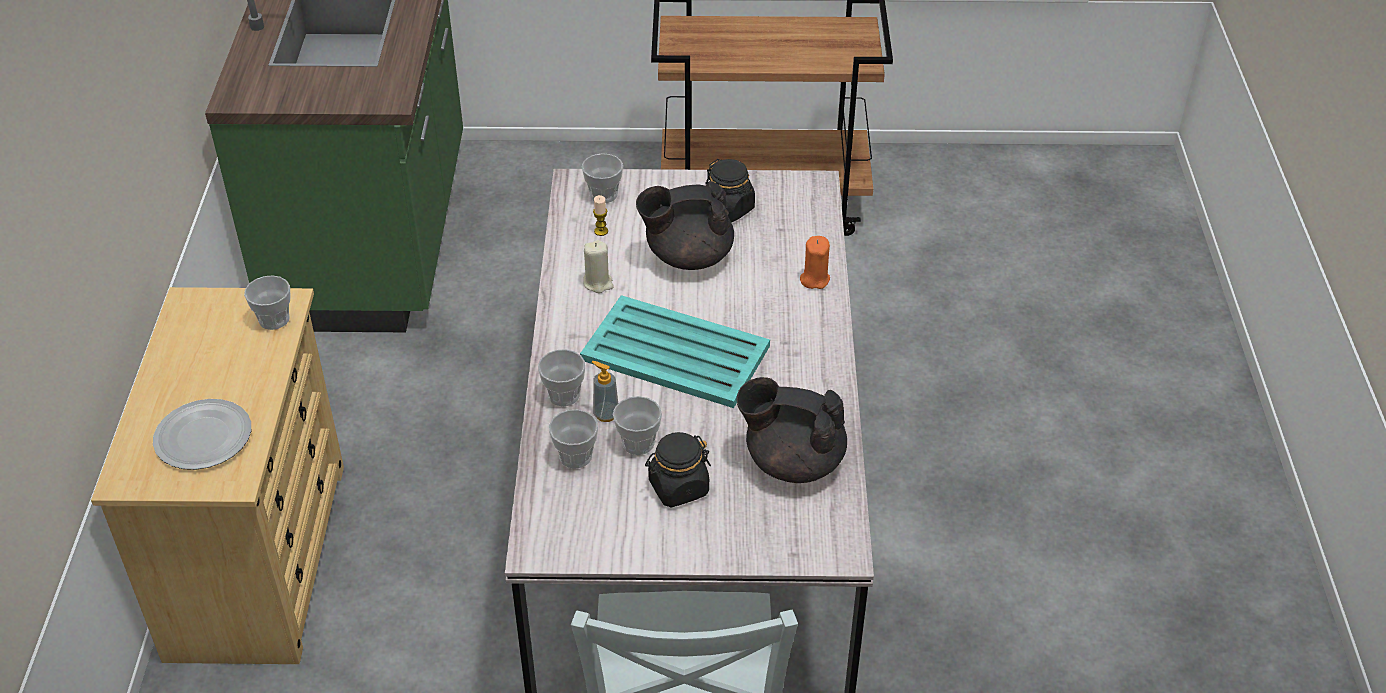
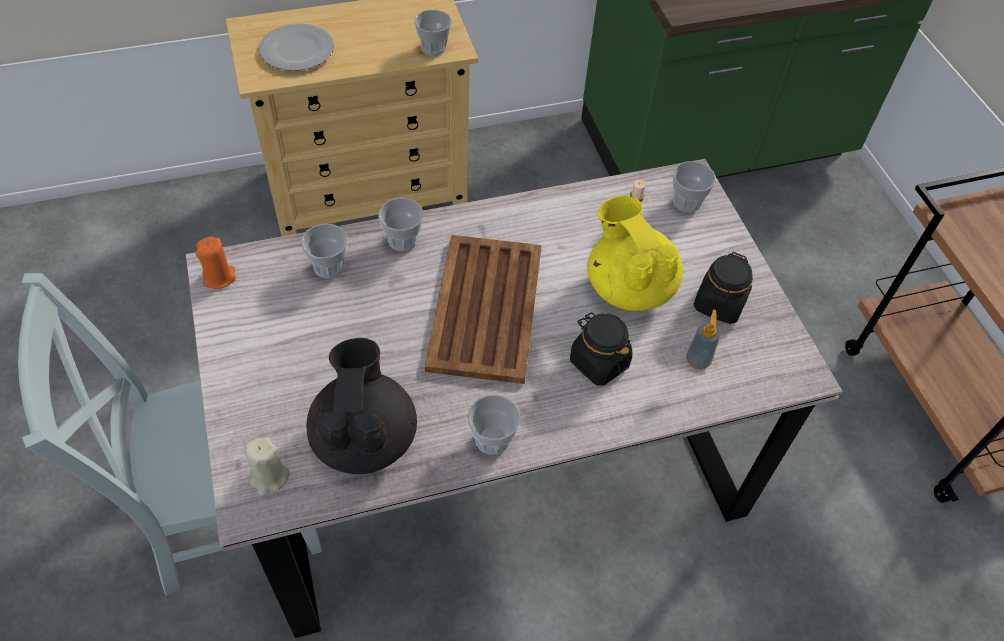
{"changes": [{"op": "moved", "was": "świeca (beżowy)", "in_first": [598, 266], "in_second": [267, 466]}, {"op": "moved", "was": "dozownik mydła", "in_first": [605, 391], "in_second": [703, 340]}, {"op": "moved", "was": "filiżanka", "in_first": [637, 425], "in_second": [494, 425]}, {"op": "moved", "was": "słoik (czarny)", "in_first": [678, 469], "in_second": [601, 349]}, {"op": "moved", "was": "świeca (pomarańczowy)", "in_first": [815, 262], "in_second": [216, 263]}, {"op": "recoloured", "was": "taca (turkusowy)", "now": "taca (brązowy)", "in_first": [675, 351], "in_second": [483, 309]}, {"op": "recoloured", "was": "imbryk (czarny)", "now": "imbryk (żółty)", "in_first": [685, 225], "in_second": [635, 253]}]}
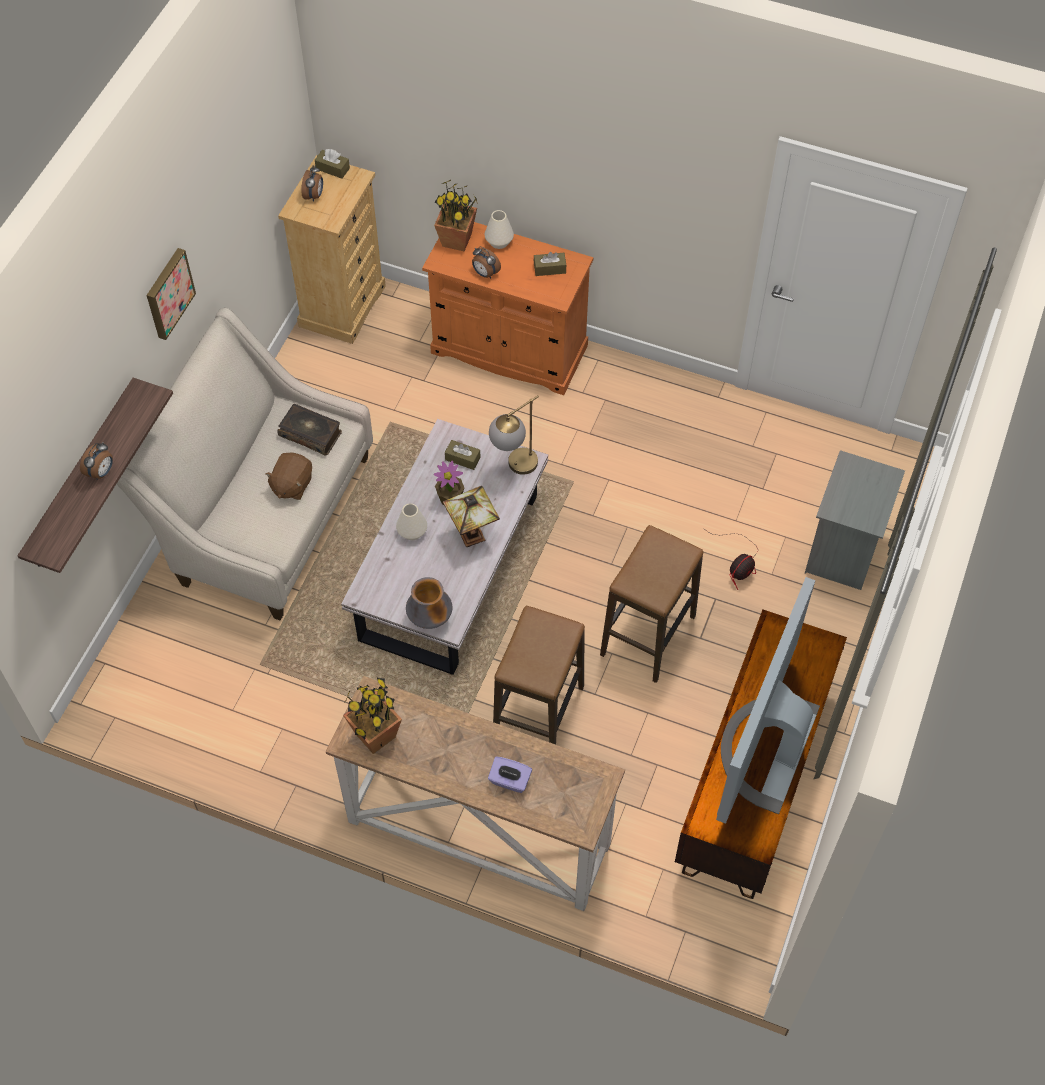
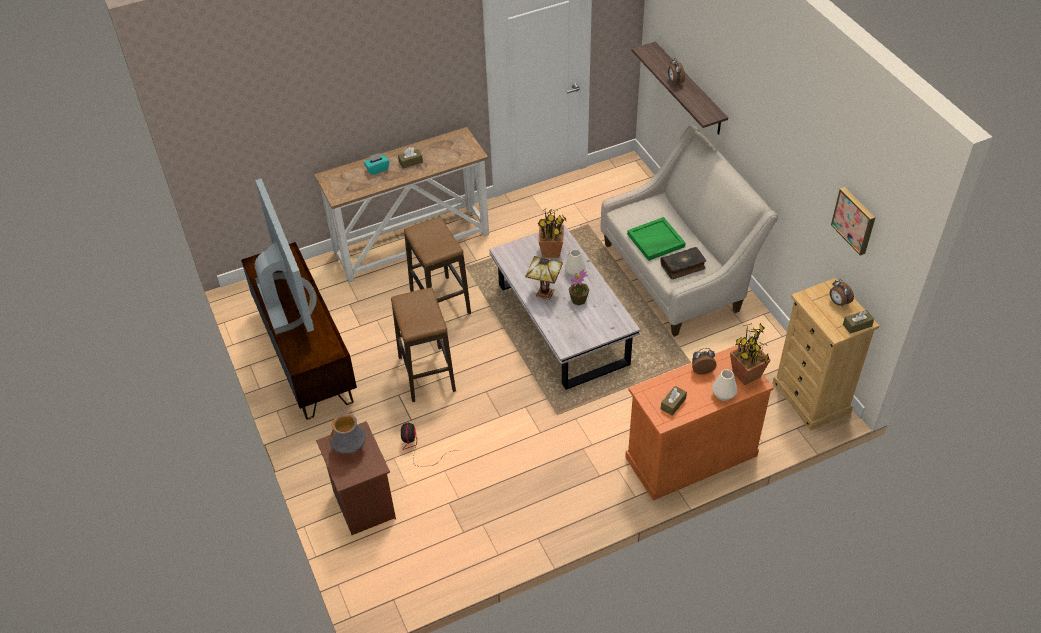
{"changes": [{"op": "removed", "was": "lampa stołowa", "in_first": [514, 435]}, {"op": "moved", "was": "obraz", "in_first": [171, 294], "in_second": [853, 221]}, {"op": "moved", "was": "roślina doniczkowa", "in_first": [372, 716], "in_second": [552, 232]}, {"op": "moved", "was": "wazon", "in_first": [429, 603], "in_second": [347, 433]}, {"op": "moved", "was": "pudełko chusteczek (brązowy)", "in_first": [463, 455], "in_second": [410, 158]}, {"op": "replaced", "was": "pluszak (brązowy)", "now": "taca (zielony)", "in_first": [288, 476], "in_second": [656, 239]}, {"op": "recoloured", "was": "pudełko chusteczek (fioletowy)", "now": "pudełko chusteczek (turkusowy)", "in_first": [510, 774], "in_second": [376, 164]}, {"op": "recoloured", "was": "szafka nocna (szary)", "now": "szafka nocna (brązowy)", "in_first": [855, 520], "in_second": [356, 478]}]}
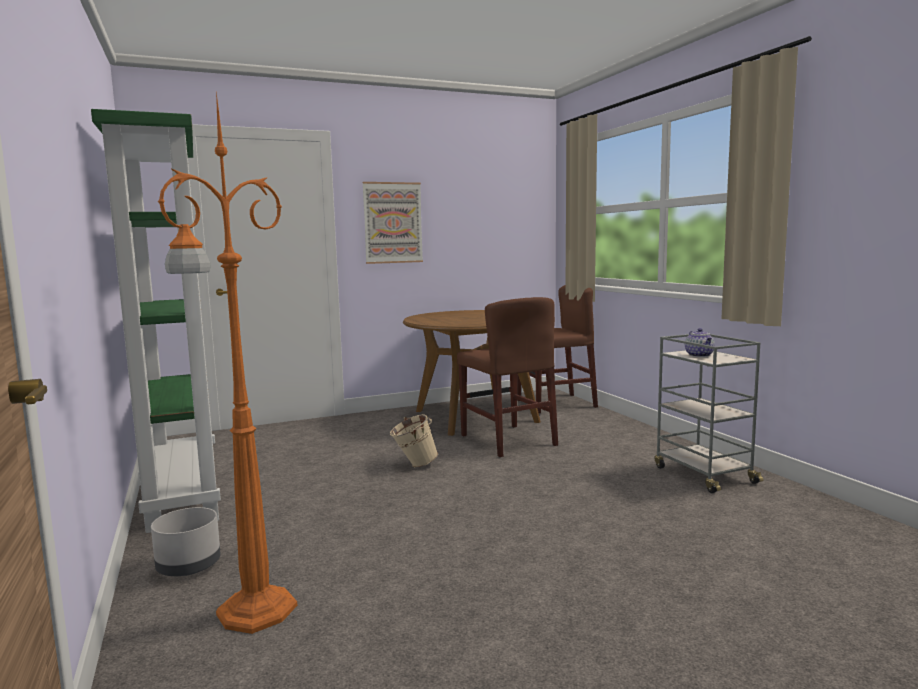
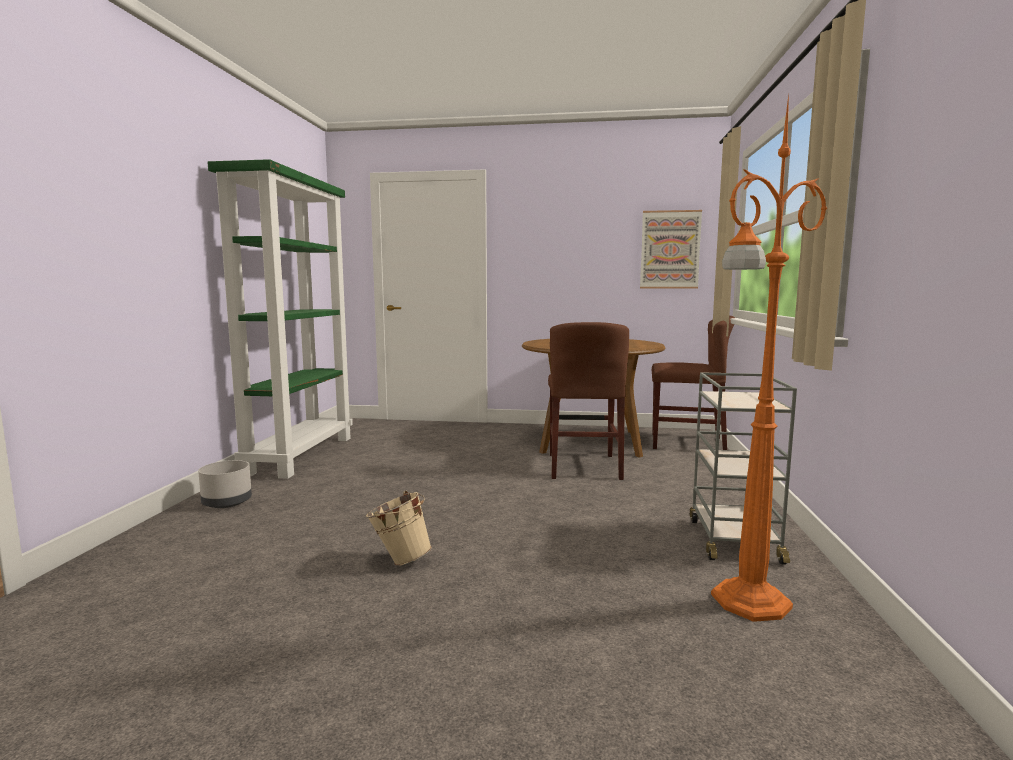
{"changes": [{"op": "removed", "was": "imbryk", "in_first": [700, 342]}, {"op": "moved", "was": "lampa stojąca (pomarańczowy)", "in_first": [228, 363], "in_second": [769, 358]}, {"op": "moved", "was": "obraz", "in_first": [392, 223], "in_second": [671, 249]}, {"op": "moved", "was": "wiadro (beżowy)", "in_first": [414, 441], "in_second": [399, 528]}]}
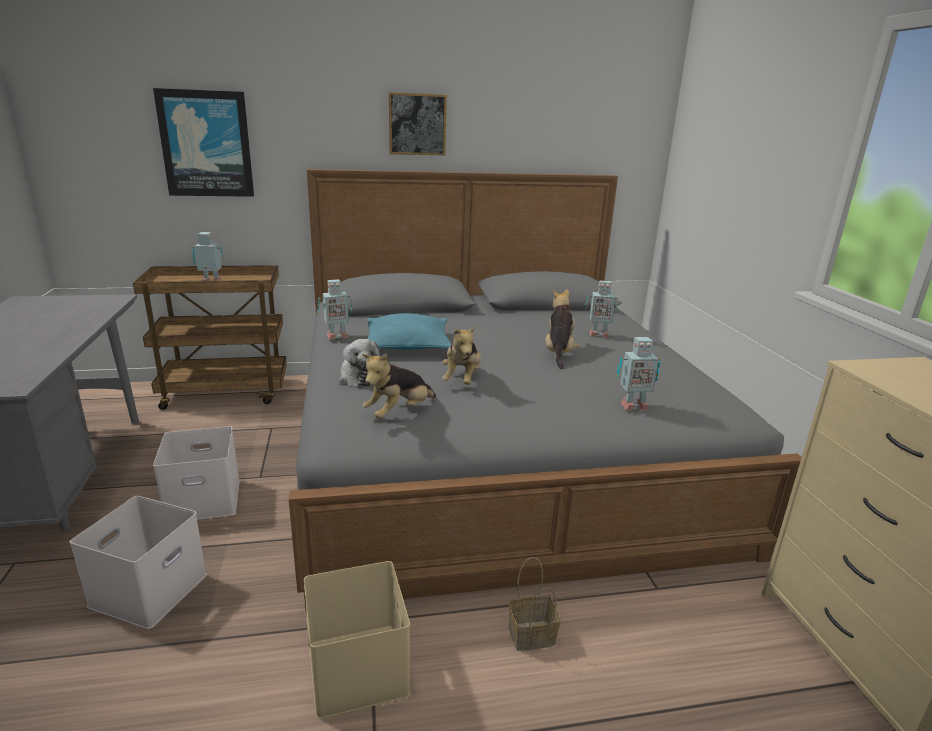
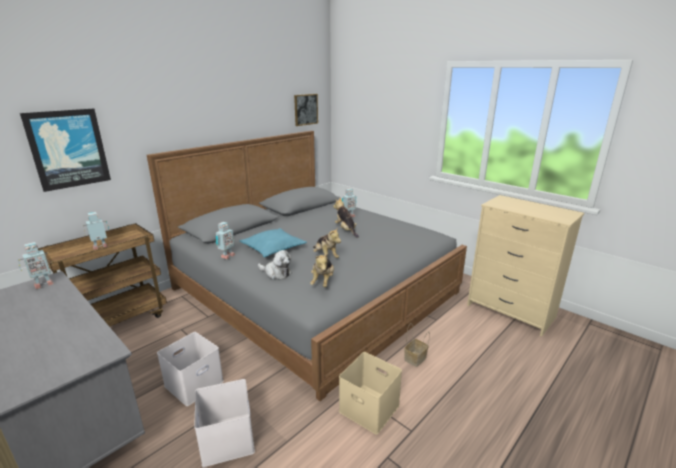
{"changes": [{"op": "moved", "was": "obraz", "in_first": [418, 124], "in_second": [306, 110]}, {"op": "moved", "was": "robot zabawkowy", "in_first": [639, 374], "in_second": [36, 265]}]}
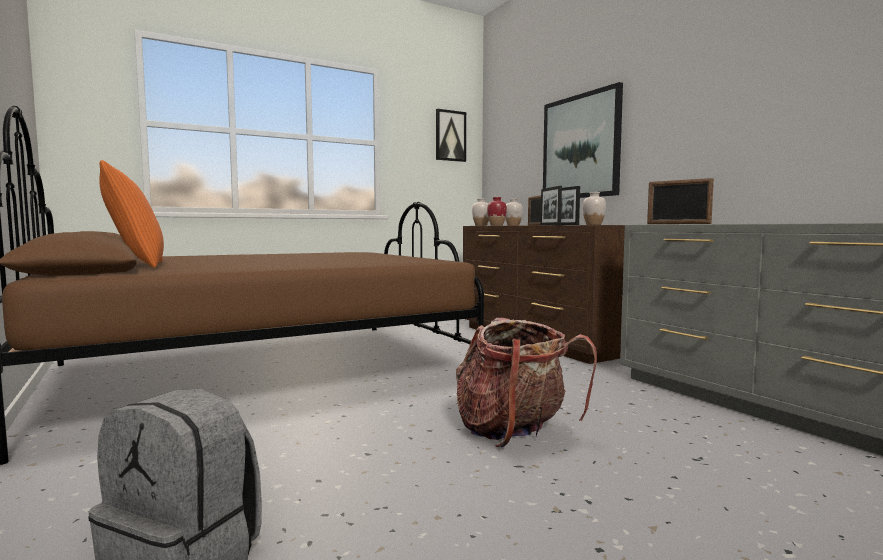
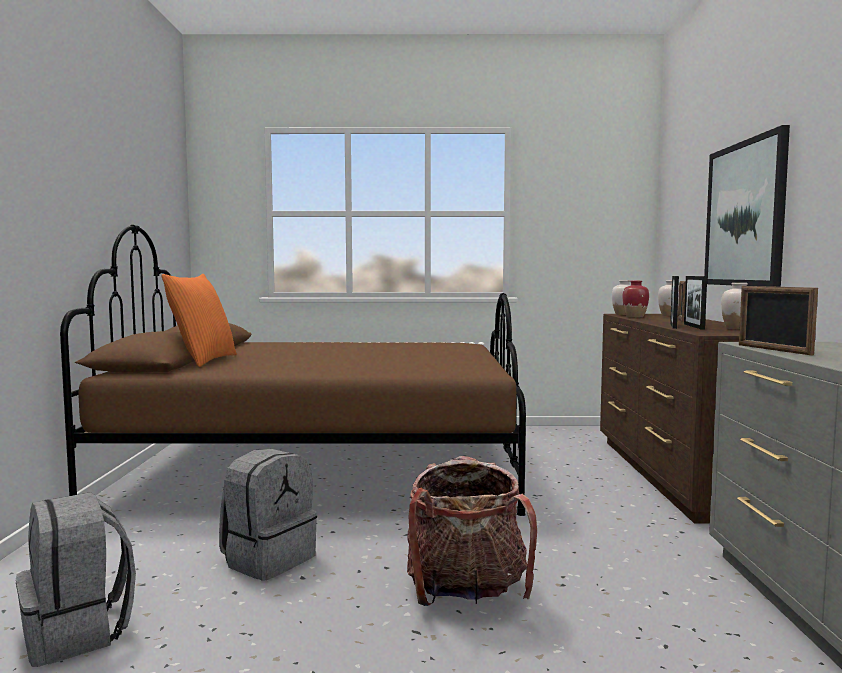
{"changes": [{"op": "removed", "was": "obraz", "in_first": [451, 135]}, {"op": "added", "now": "plecak (szary)", "in_second": [268, 514]}]}
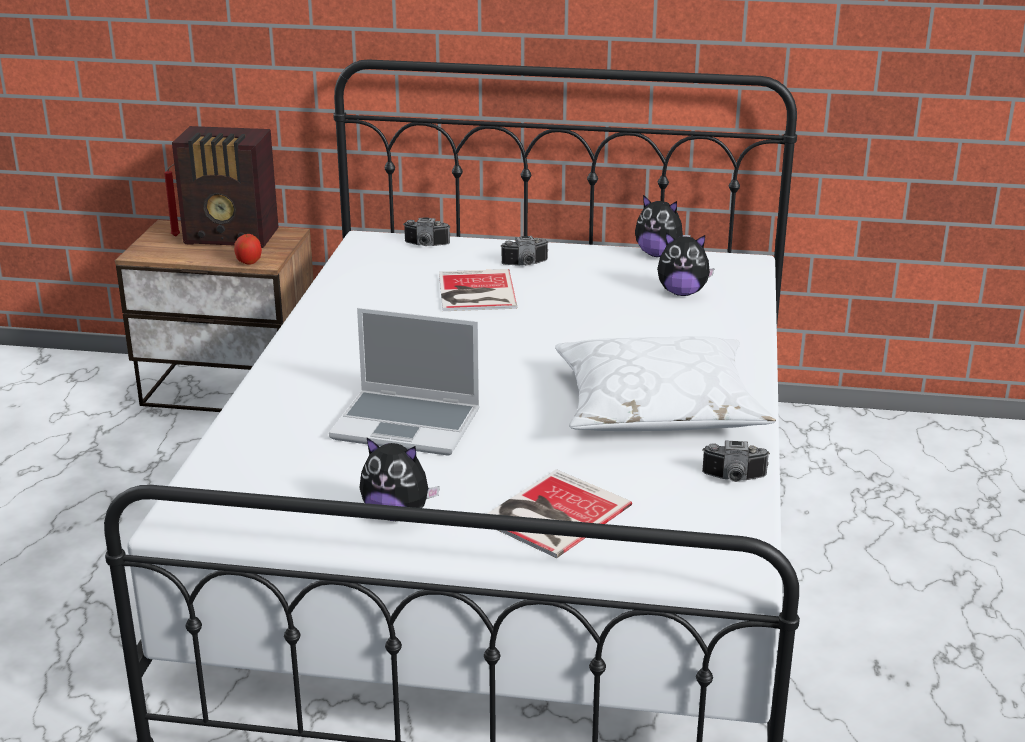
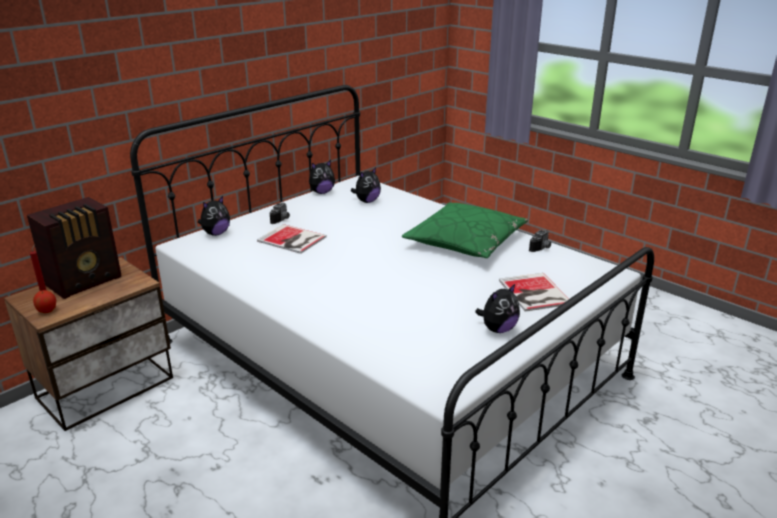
{"changes": [{"op": "removed", "was": "laptop", "in_first": [404, 382]}, {"op": "moved", "was": "jabłko", "in_first": [248, 249], "in_second": [44, 301]}, {"op": "replaced", "was": "aparat fotograficzny", "now": "pluszak", "in_first": [427, 232], "in_second": [214, 216]}, {"op": "recoloured", "was": "poduszka (biały)", "now": "poduszka (zielony)", "in_first": [665, 383], "in_second": [465, 230]}]}
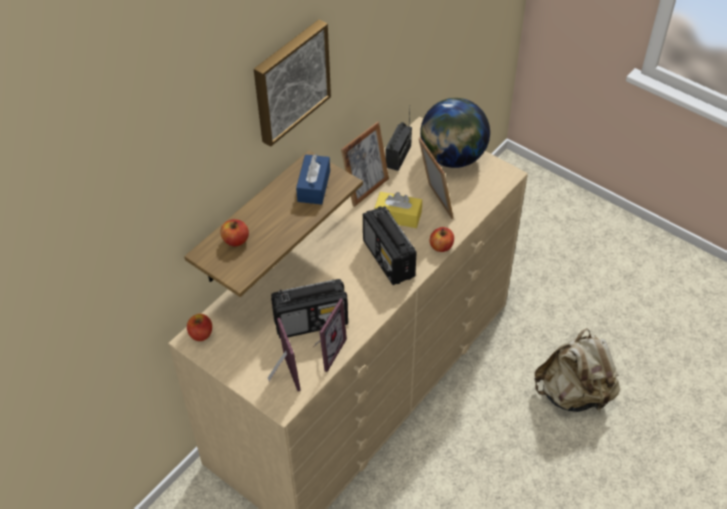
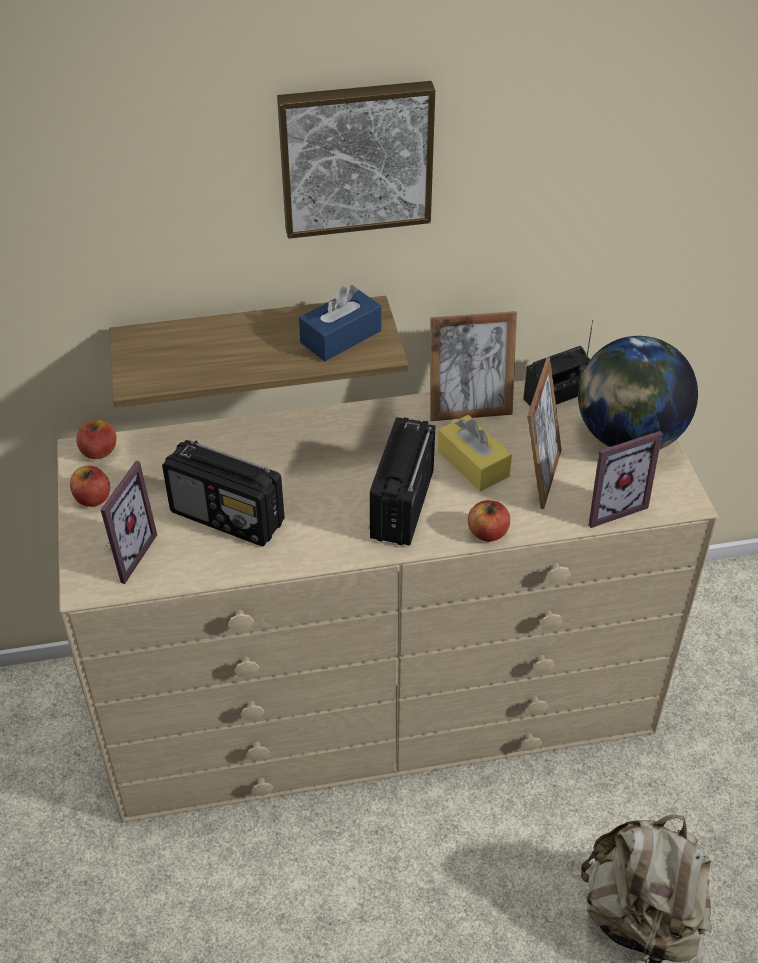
{"changes": [{"op": "moved", "was": "jabłko", "in_first": [235, 233], "in_second": [90, 486]}, {"op": "moved", "was": "ramka na zdjęcie", "in_first": [330, 335], "in_second": [626, 479]}]}
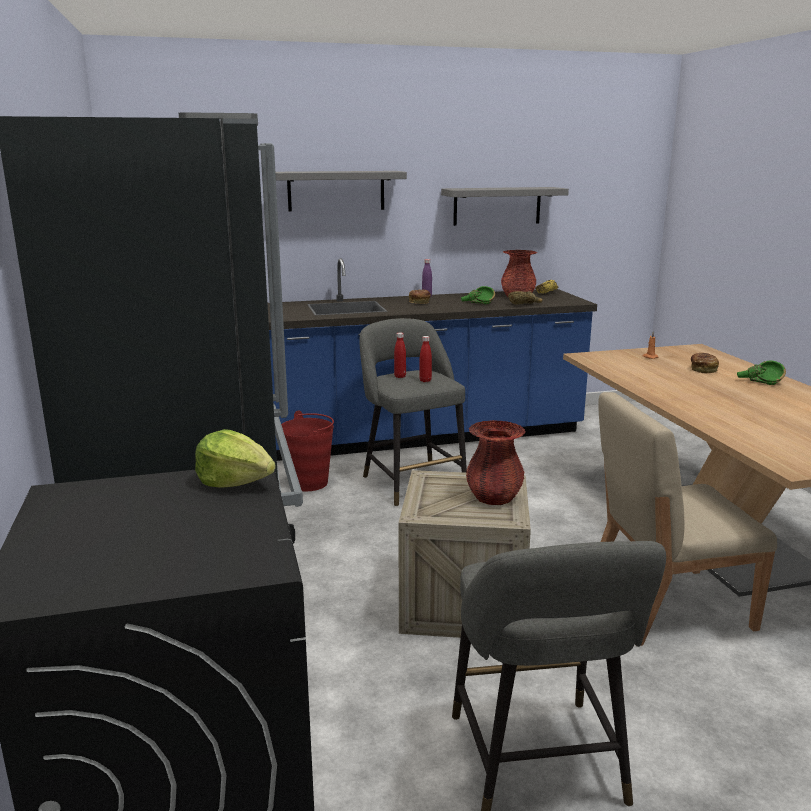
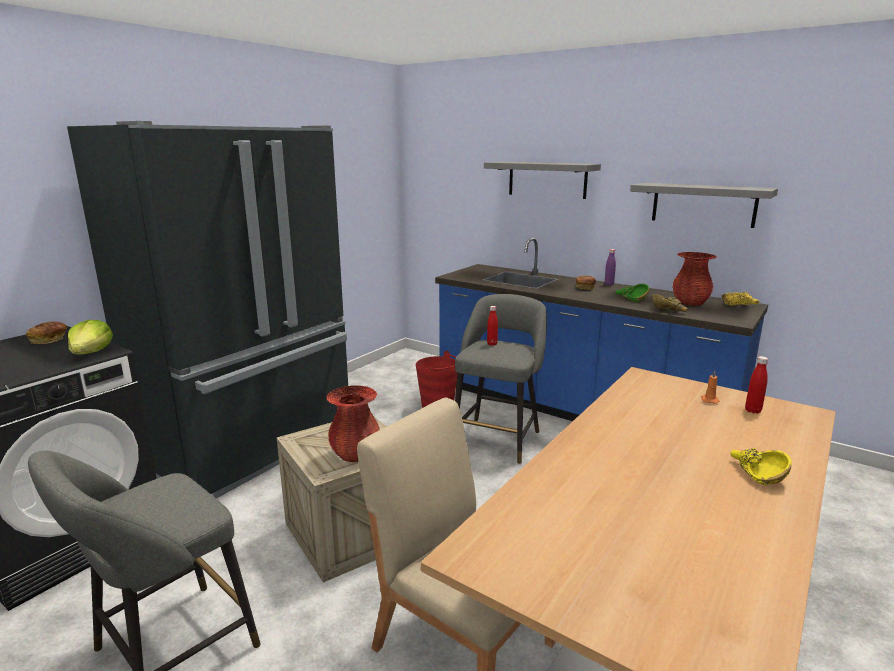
{"changes": [{"op": "moved", "was": "butelka (czerwony)", "in_first": [425, 359], "in_second": [756, 385]}, {"op": "moved", "was": "chleb", "in_first": [705, 363], "in_second": [46, 333]}, {"op": "recoloured", "was": "miska (zielony)", "now": "miska (żółty)", "in_first": [761, 373], "in_second": [761, 466]}]}
